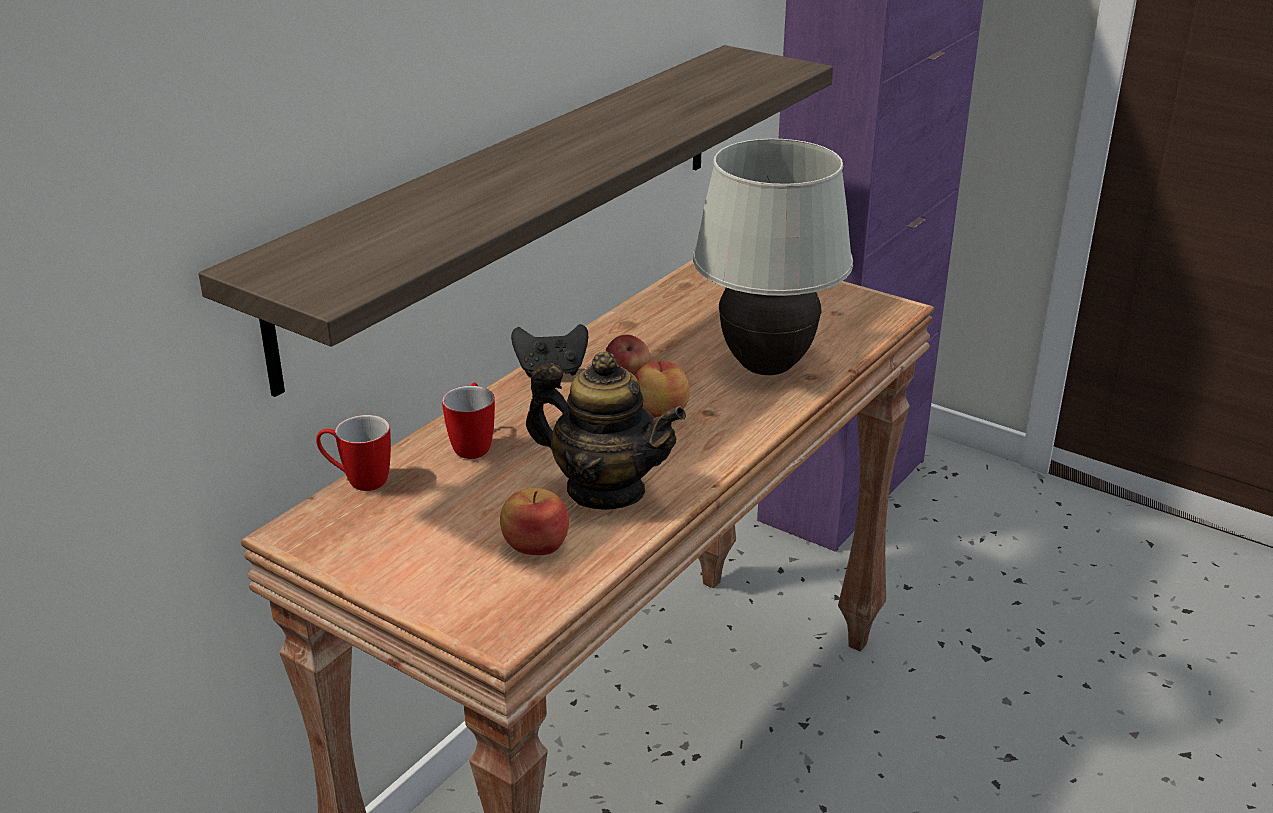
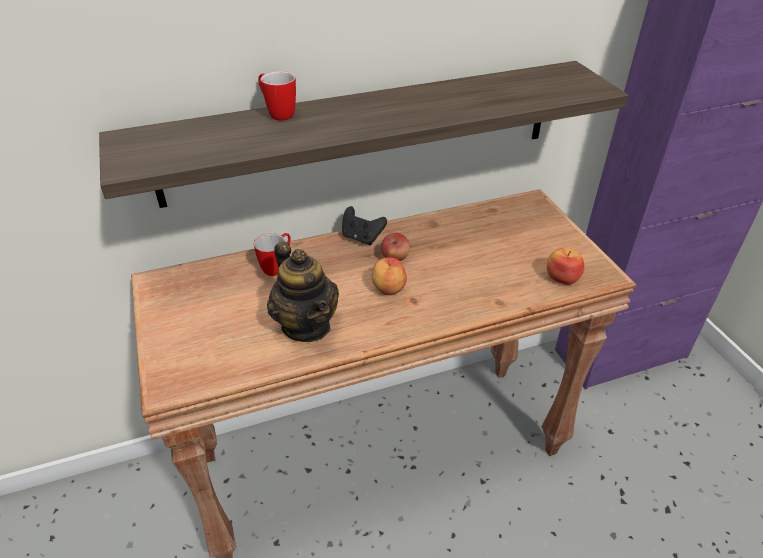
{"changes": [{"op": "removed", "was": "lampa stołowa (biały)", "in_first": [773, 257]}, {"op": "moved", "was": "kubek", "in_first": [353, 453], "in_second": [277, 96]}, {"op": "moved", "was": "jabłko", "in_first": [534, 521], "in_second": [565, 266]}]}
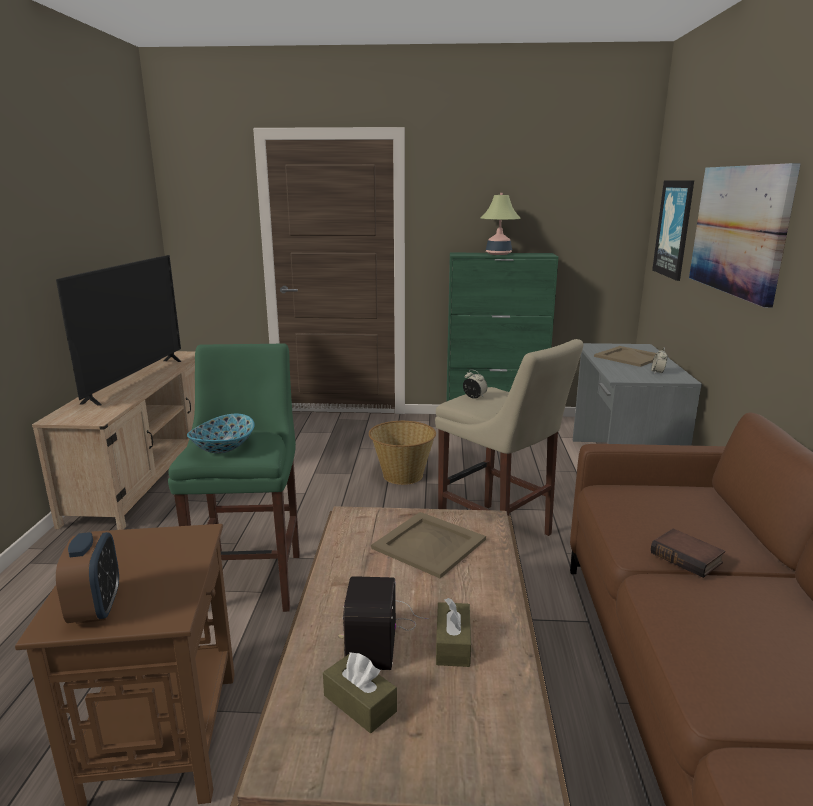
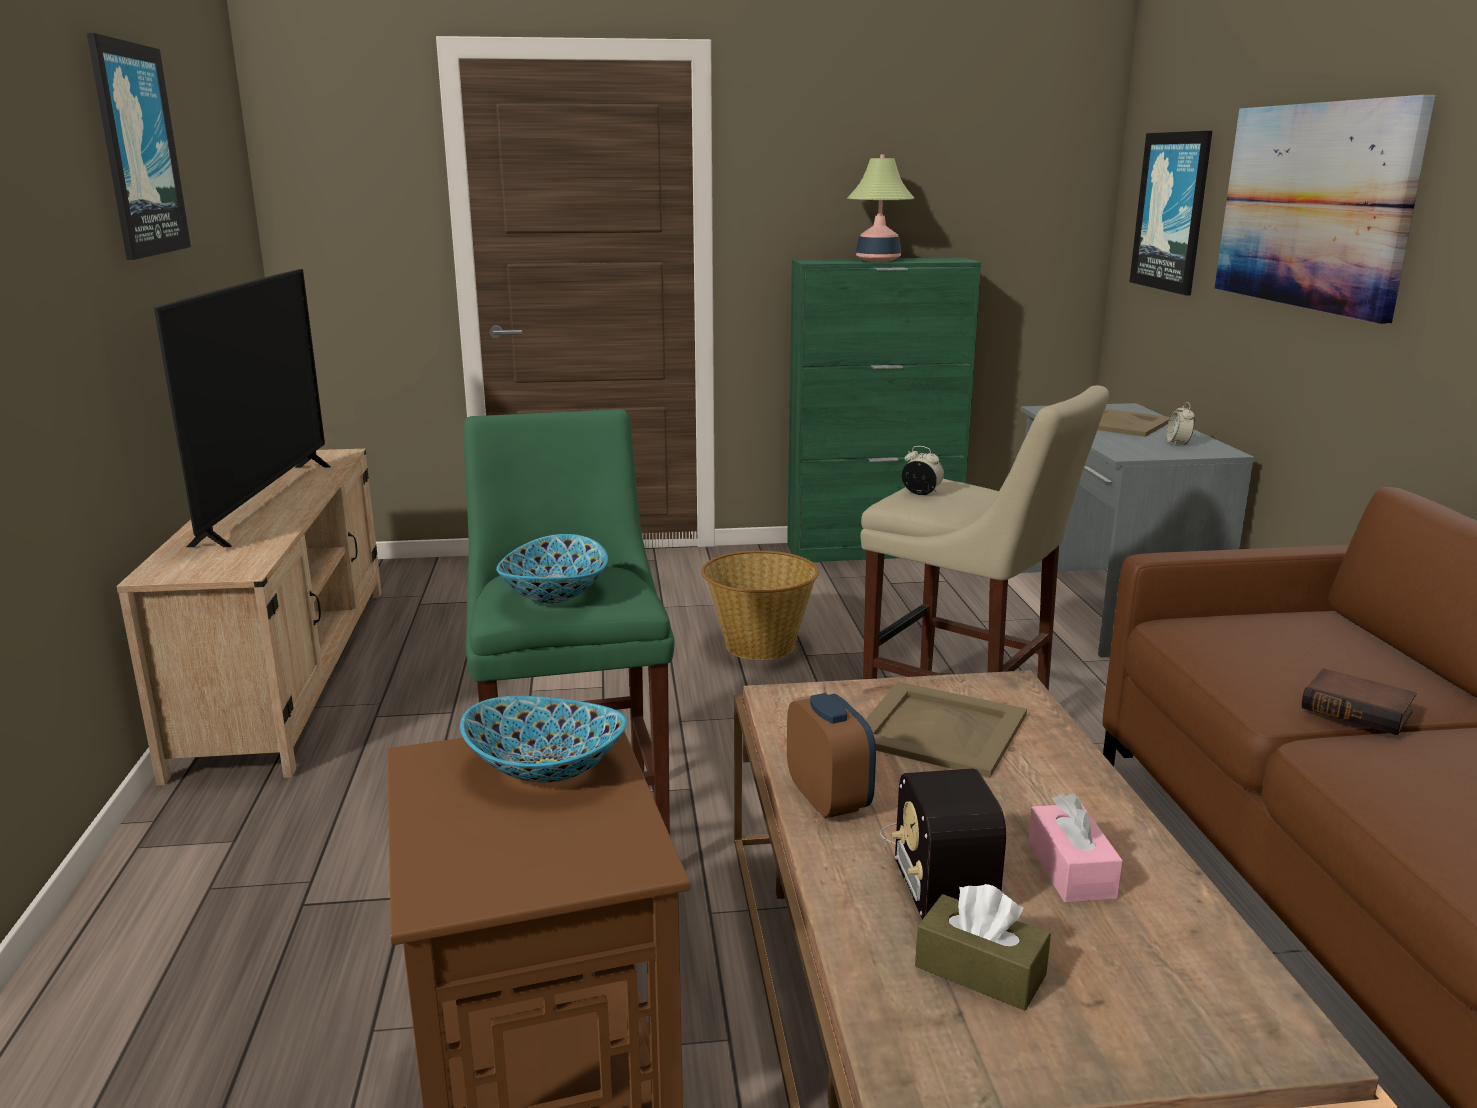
{"changes": [{"op": "added", "now": "obraz", "in_second": [139, 146]}, {"op": "added", "now": "miska", "in_second": [543, 739]}, {"op": "moved", "was": "budzik", "in_first": [87, 578], "in_second": [831, 756]}, {"op": "recoloured", "was": "pudełko chusteczek (brązowy)", "now": "pudełko chusteczek (różowy)", "in_first": [453, 632], "in_second": [1075, 848]}]}
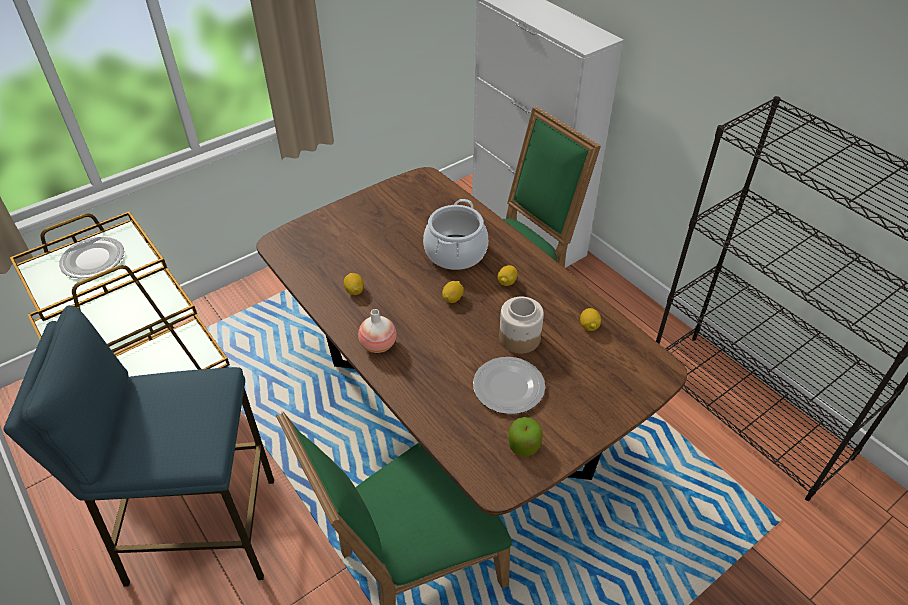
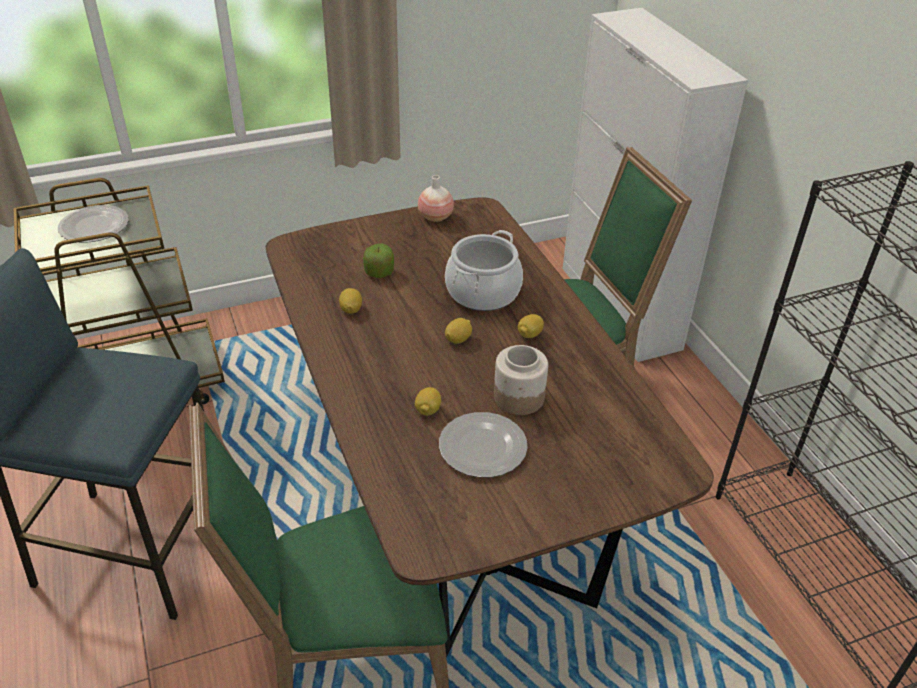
{"changes": [{"op": "moved", "was": "wazon", "in_first": [377, 331], "in_second": [436, 198]}, {"op": "moved", "was": "jabłko", "in_first": [525, 436], "in_second": [378, 260]}, {"op": "moved", "was": "cytryna", "in_first": [590, 319], "in_second": [428, 401]}]}
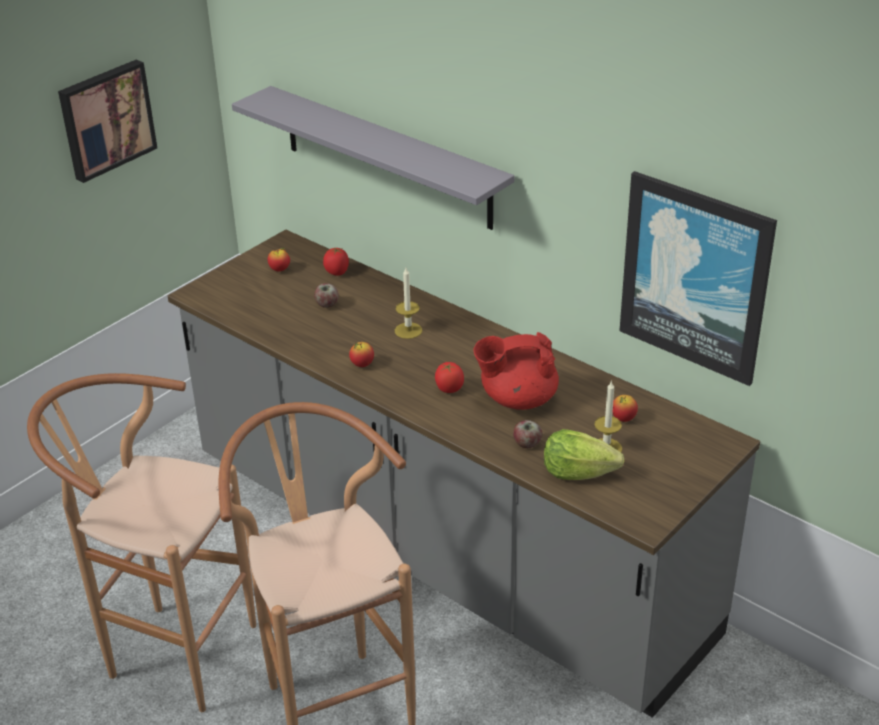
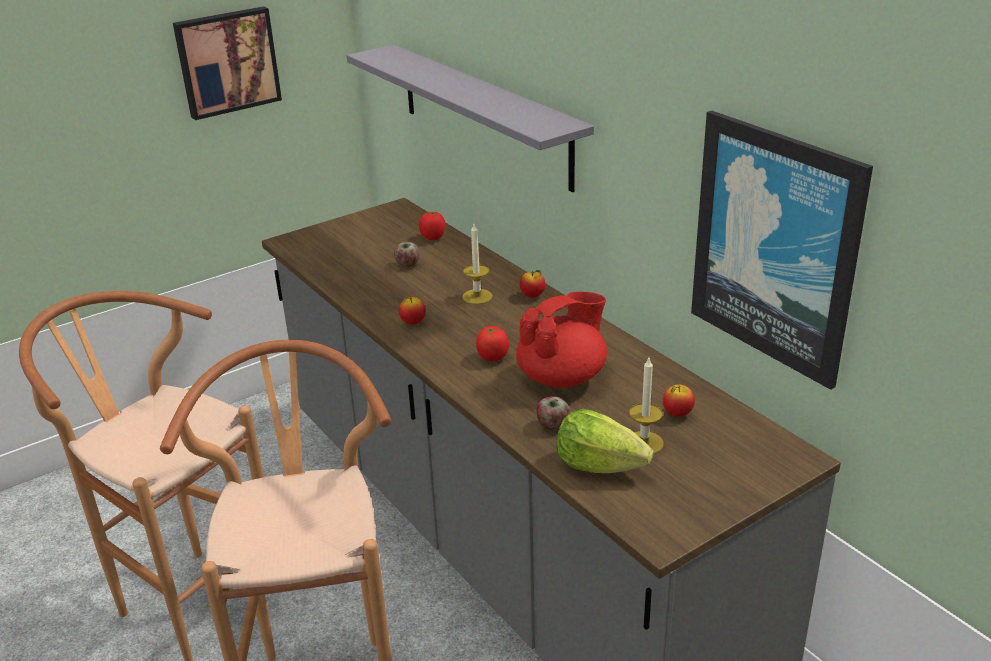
{"changes": [{"op": "moved", "was": "jabłko", "in_first": [279, 259], "in_second": [533, 284]}, {"op": "turned", "was": "imbryk (czerwony)", "in_first": [516, 371], "in_second": [561, 340], "clockwise": 135}]}
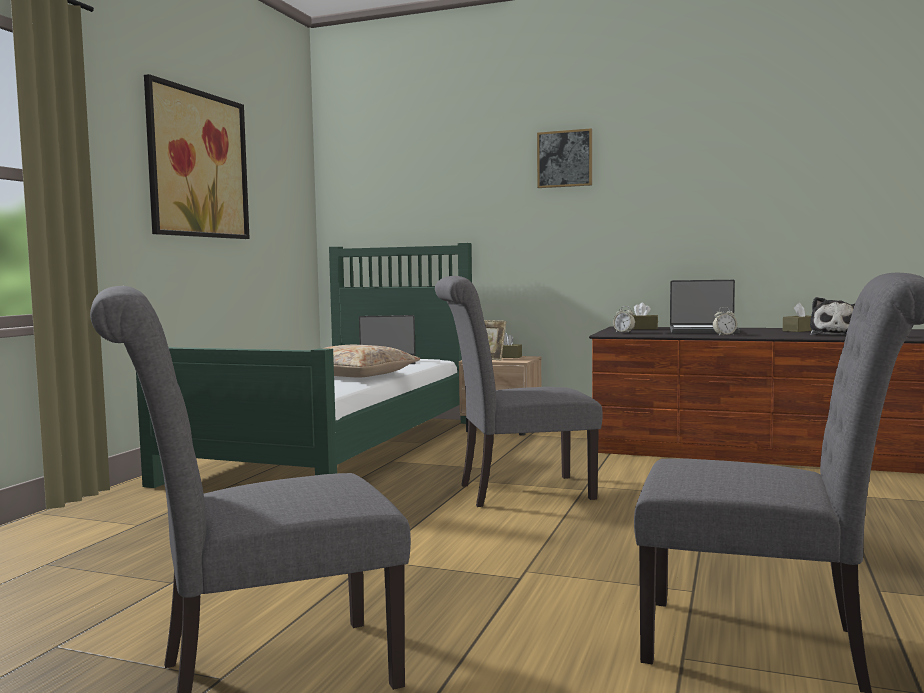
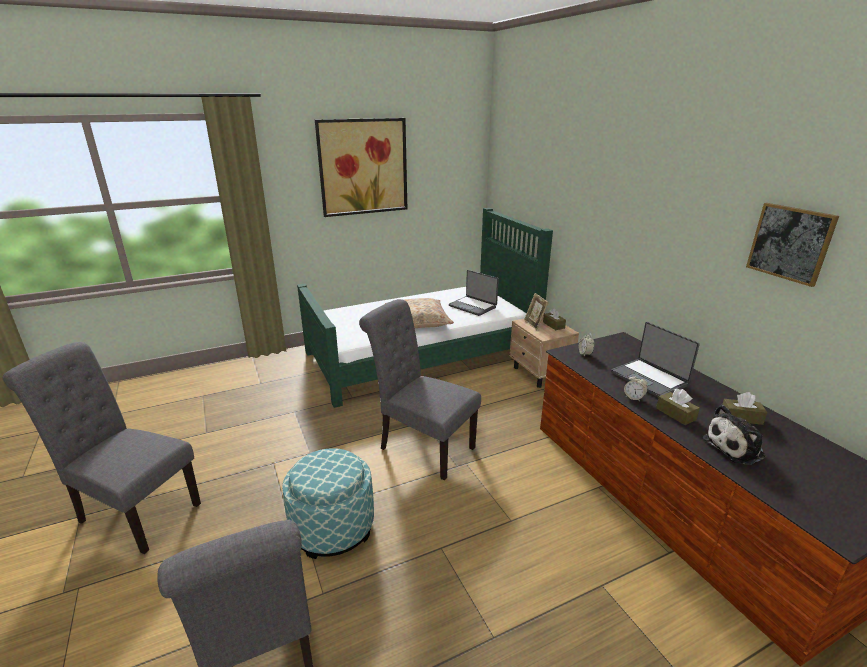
{"changes": [{"op": "added", "now": "pufa", "in_second": [328, 503]}, {"op": "moved", "was": "obraz", "in_first": [564, 158], "in_second": [792, 245]}, {"op": "moved", "was": "pudełko chusteczek (brązowy)", "in_first": [645, 316], "in_second": [678, 407]}]}
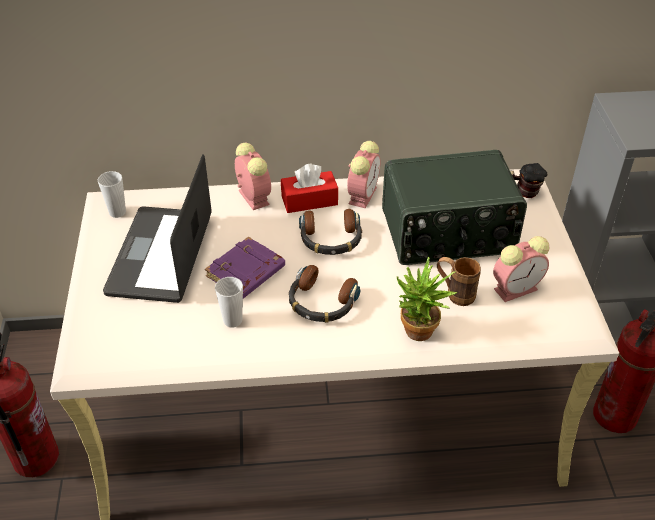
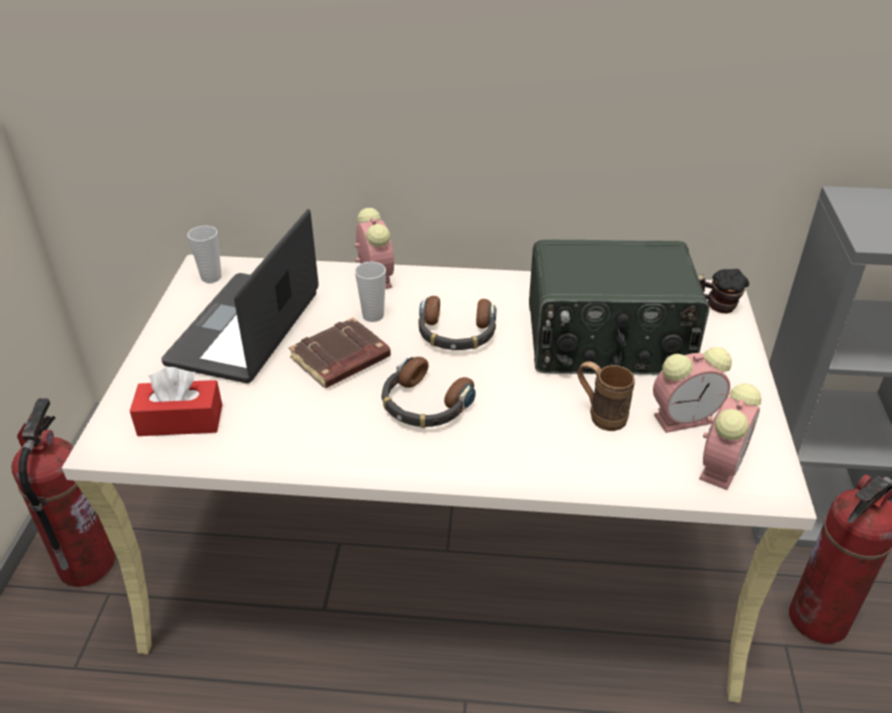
{"changes": [{"op": "removed", "was": "roślina doniczkowa", "in_first": [427, 299]}, {"op": "moved", "was": "filiżanka", "in_first": [229, 302], "in_second": [370, 291]}, {"op": "moved", "was": "pudełko chusteczek (czerwony)", "in_first": [309, 188], "in_second": [176, 401]}, {"op": "moved", "was": "budzik", "in_first": [363, 174], "in_second": [730, 436]}, {"op": "recoloured", "was": "książka (fioletowy)", "now": "książka (brązowy)", "in_first": [245, 268], "in_second": [340, 353]}]}
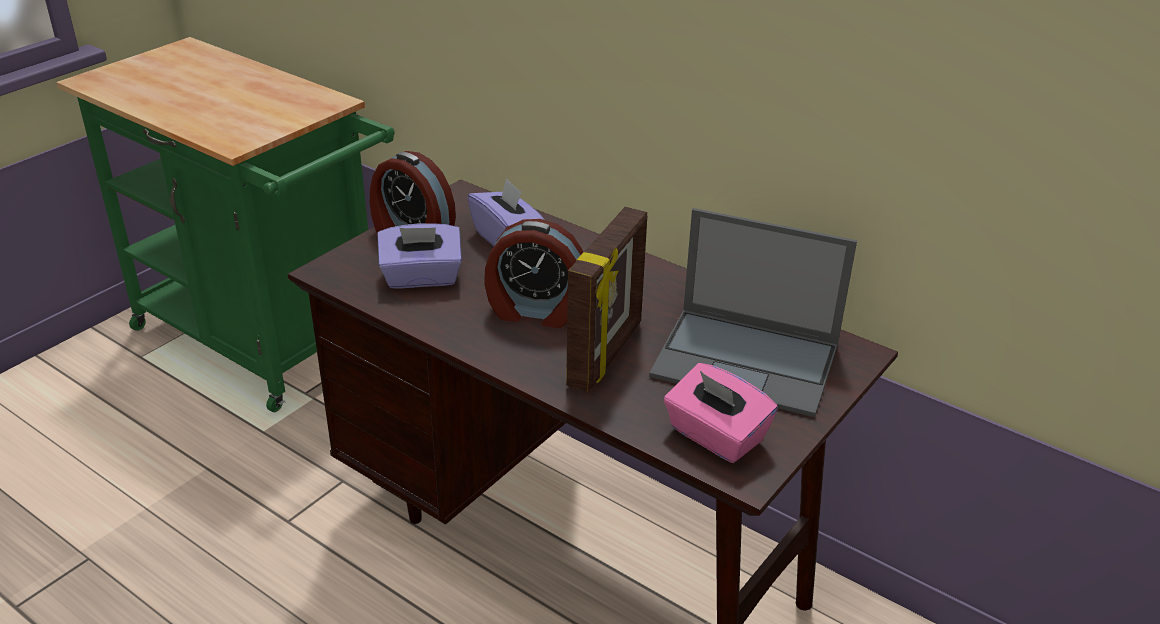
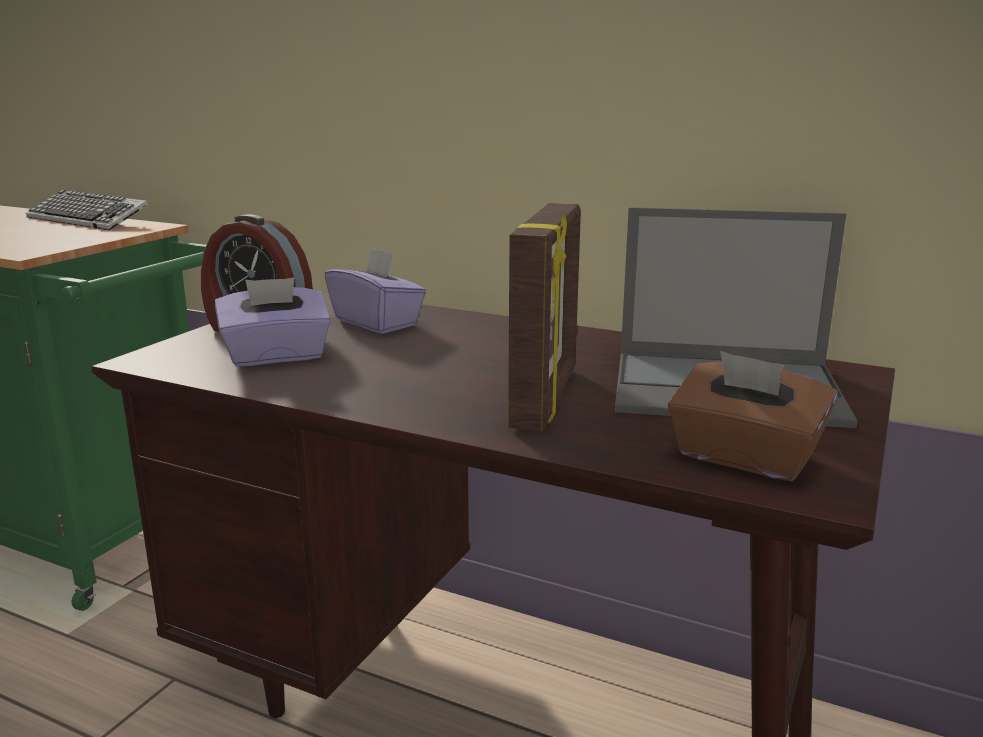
{"changes": [{"op": "removed", "was": "budzik", "in_first": [533, 273]}, {"op": "added", "now": "klawiatura", "in_second": [87, 210]}, {"op": "recoloured", "was": "pudełko chusteczek (różowy)", "now": "pudełko chusteczek (brązowy)", "in_first": [721, 413], "in_second": [752, 416]}]}
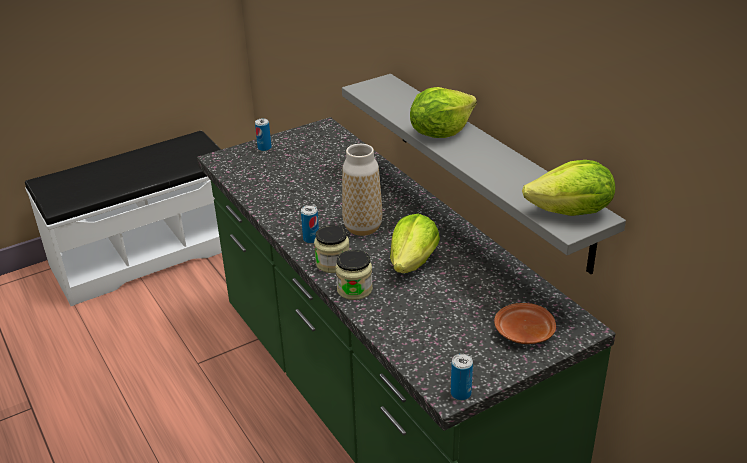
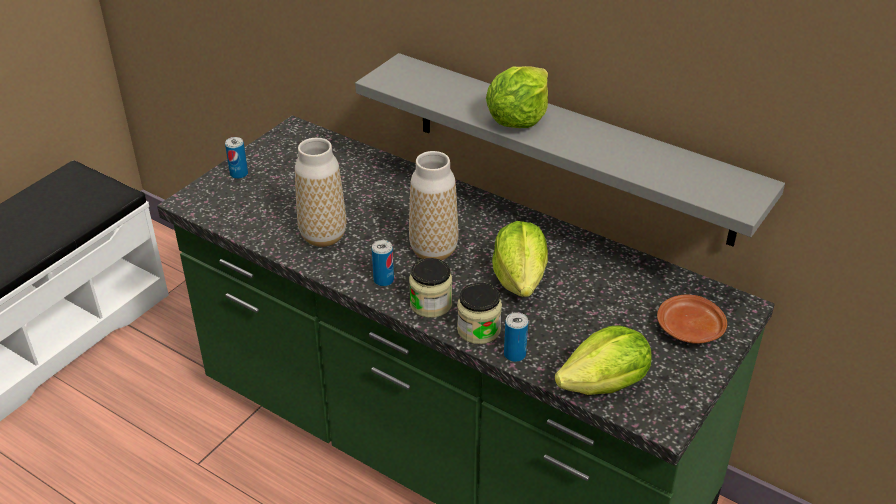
{"changes": [{"op": "added", "now": "wazon", "in_second": [320, 192]}, {"op": "moved", "was": "puszka", "in_first": [462, 377], "in_second": [516, 337]}, {"op": "moved", "was": "sałata", "in_first": [568, 188], "in_second": [603, 360]}]}
